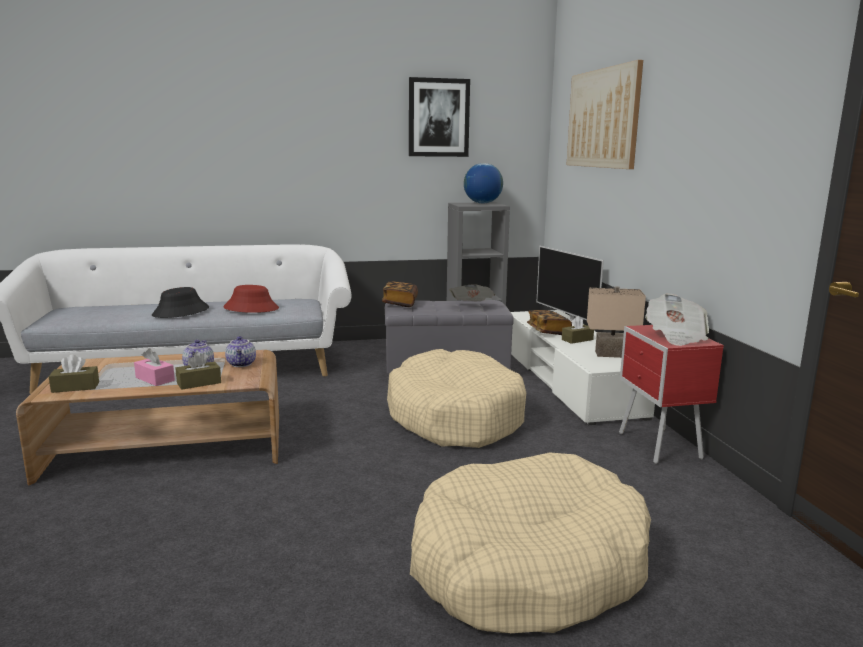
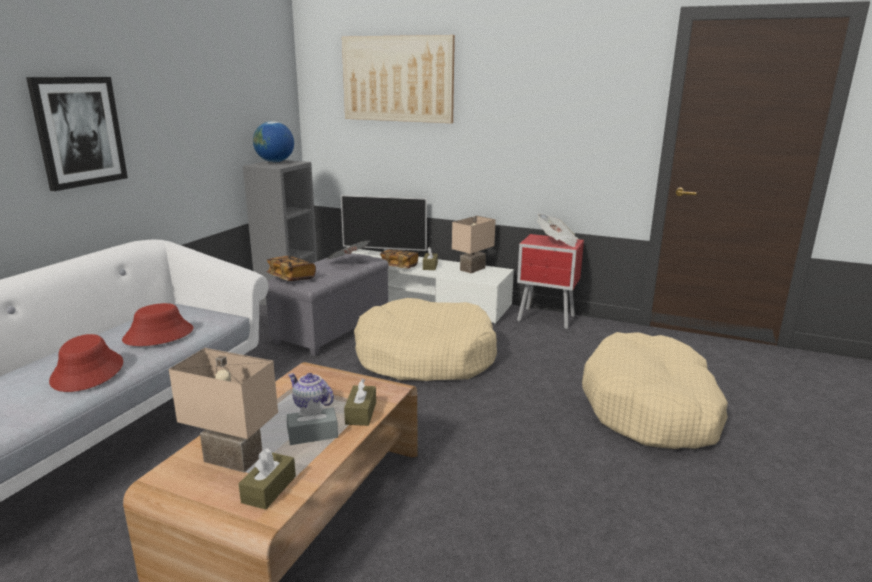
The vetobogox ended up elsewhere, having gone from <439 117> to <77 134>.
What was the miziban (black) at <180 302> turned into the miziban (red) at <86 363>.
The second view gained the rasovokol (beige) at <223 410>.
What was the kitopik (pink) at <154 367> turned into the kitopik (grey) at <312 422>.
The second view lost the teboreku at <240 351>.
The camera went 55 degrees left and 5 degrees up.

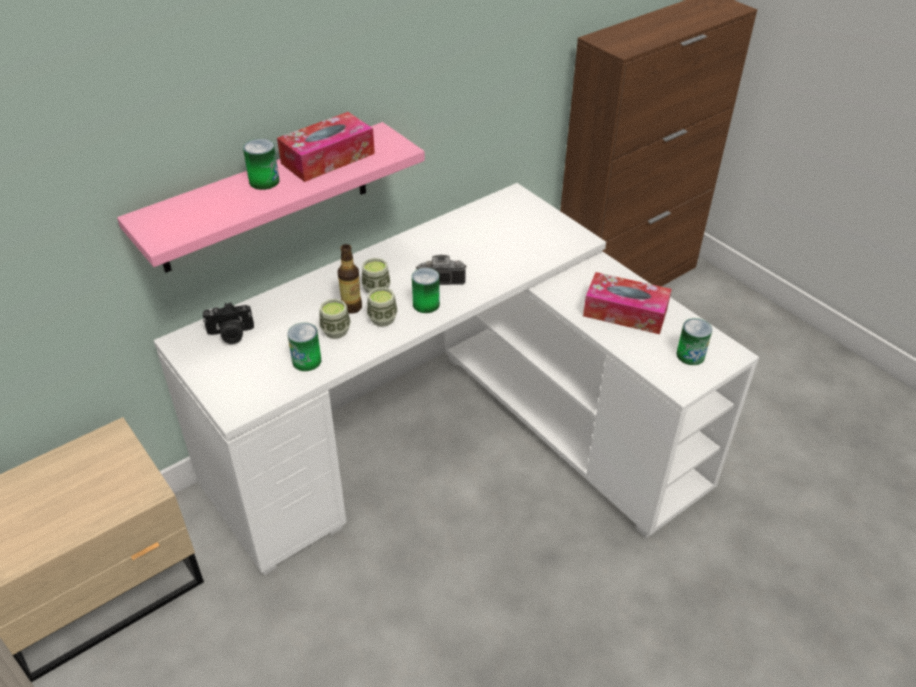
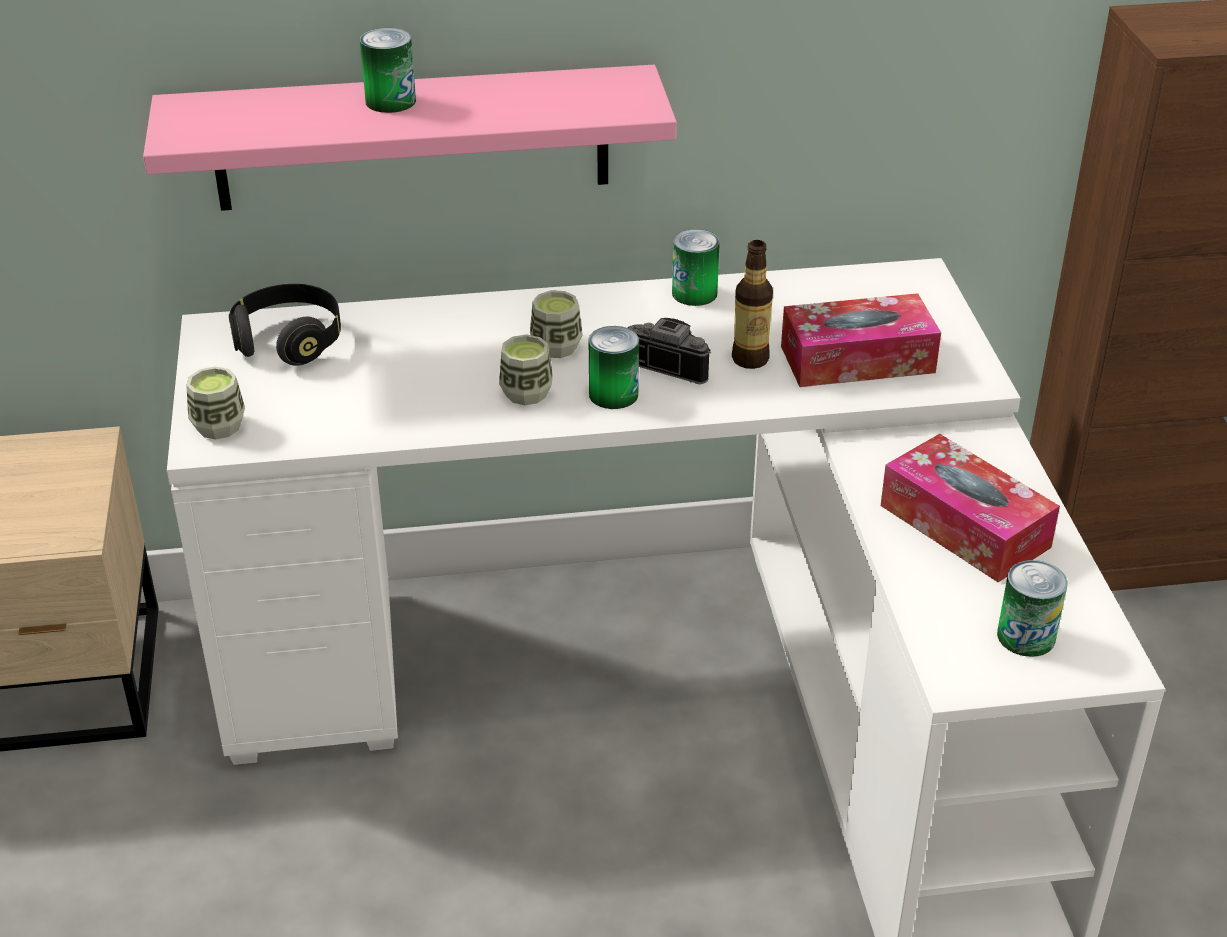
The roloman ended up elsewhere, having gone from <335 319> to <215 403>.
Where the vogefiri stood at <228 323>, the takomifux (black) came to stand at <285 325>.
The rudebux ended up elsewhere, having gone from <304 347> to <696 267>.
The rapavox ended up elsewhere, having gone from <349 279> to <752 304>.
The kitopik ended up elsewhere, having gone from <326 147> to <861 340>.
The camera went 30 degrees right and 5 degrees down.

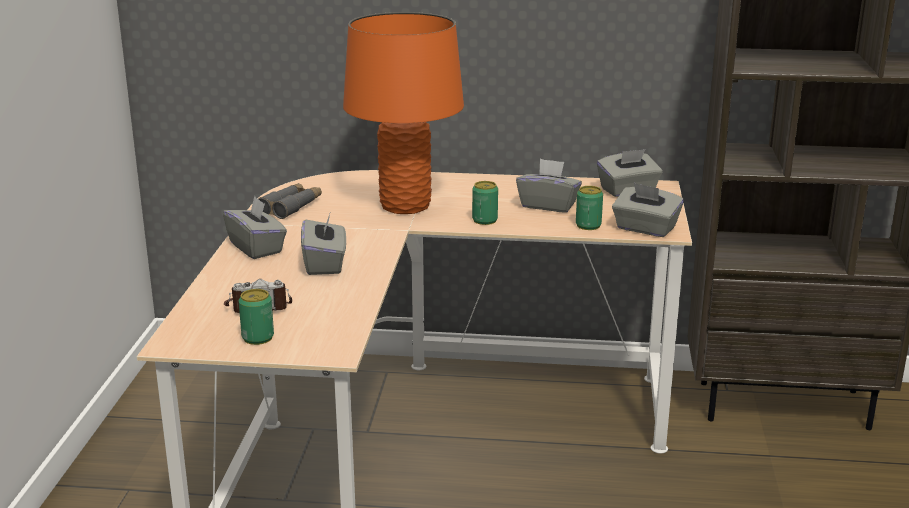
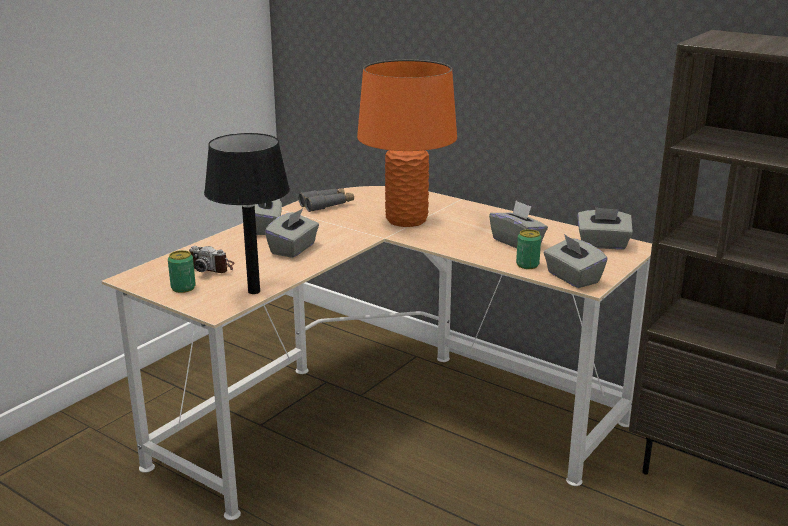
The second view gained the rasovokol (black) at <247 213>.
The second view lost the rudebux at <485 203>.
The camera went 30 degrees right and 0 degrees up.

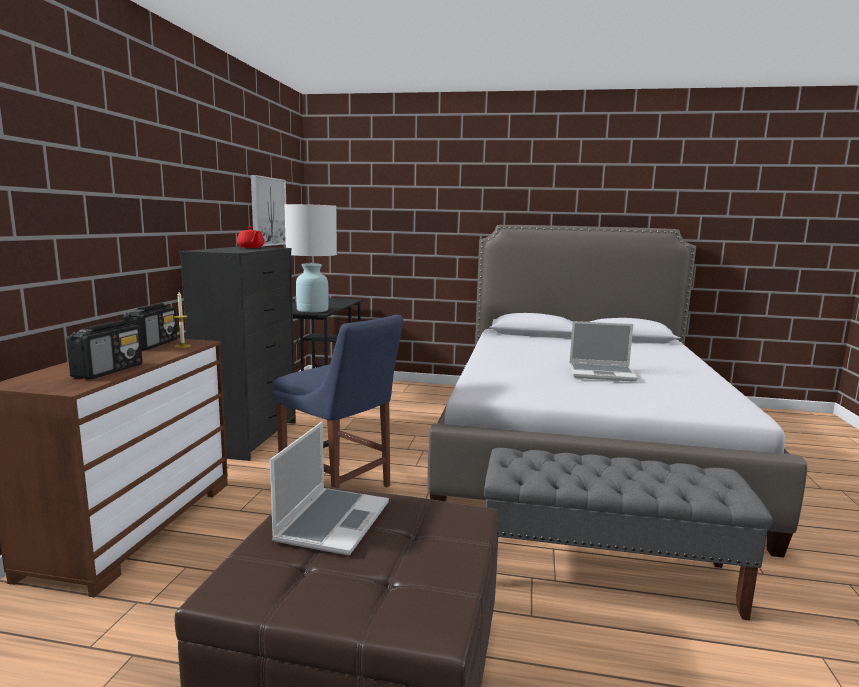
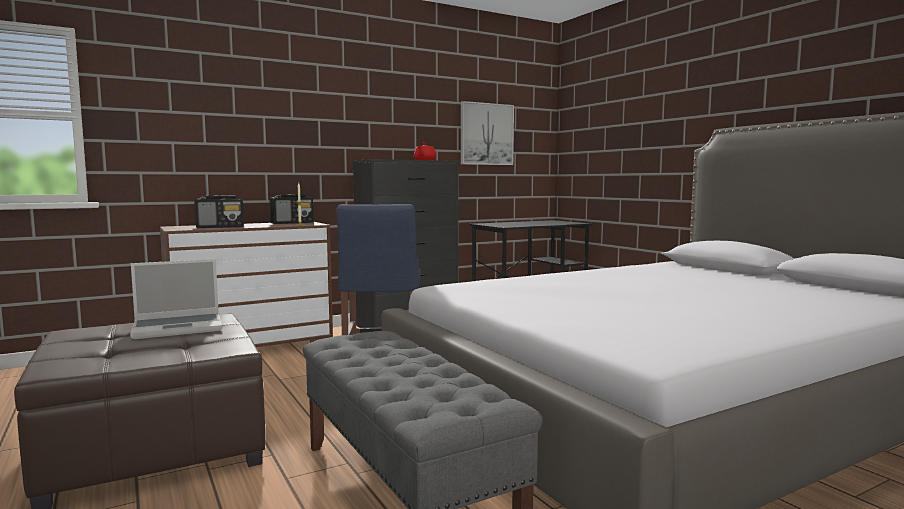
The second view lost the rasovokol (white) at <310 258>.
The second view lost the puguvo at <603 351>.
The camera went 50 degrees right and 5 degrees down.

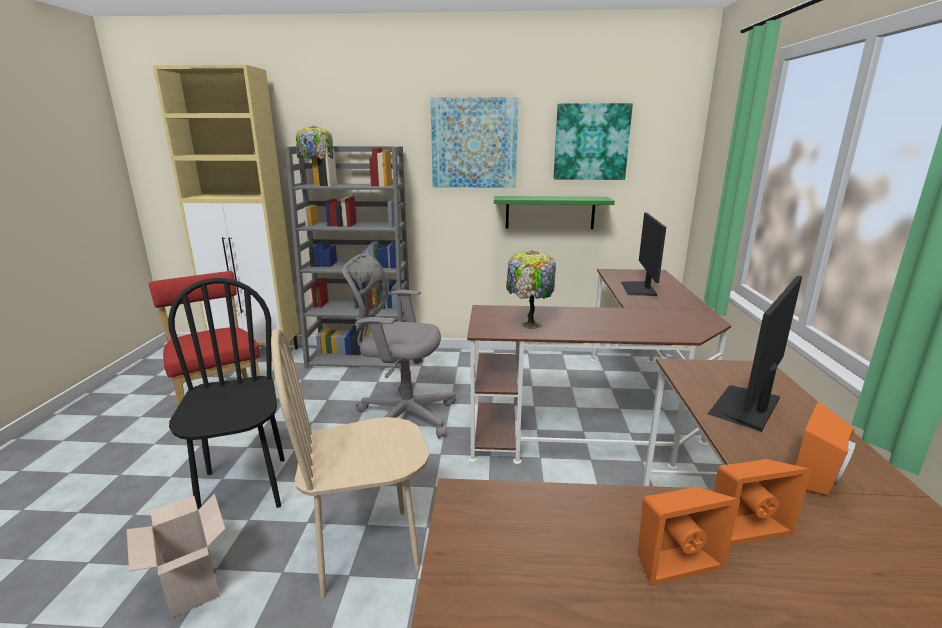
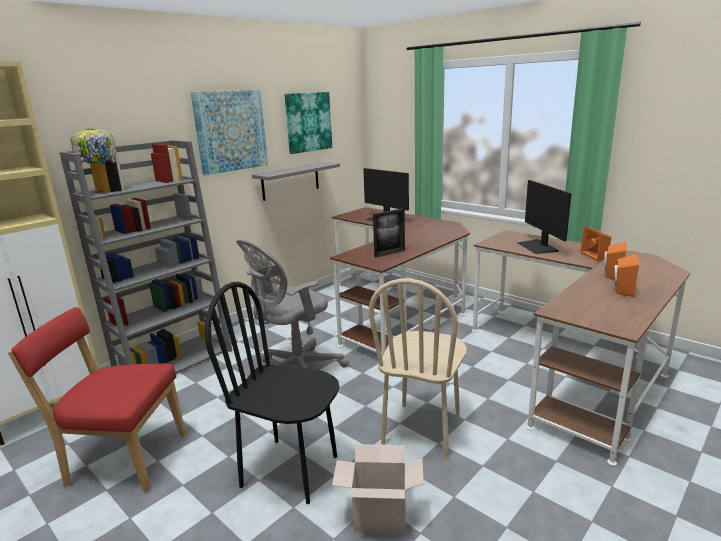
What was the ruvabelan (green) at <554 212> turned into the ruvabelan (grey) at <296 181>.
Where the rasovokol stood at <531 290>, the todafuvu came to stand at <389 232>.
The camera went 50 degrees left and 0 degrees up.

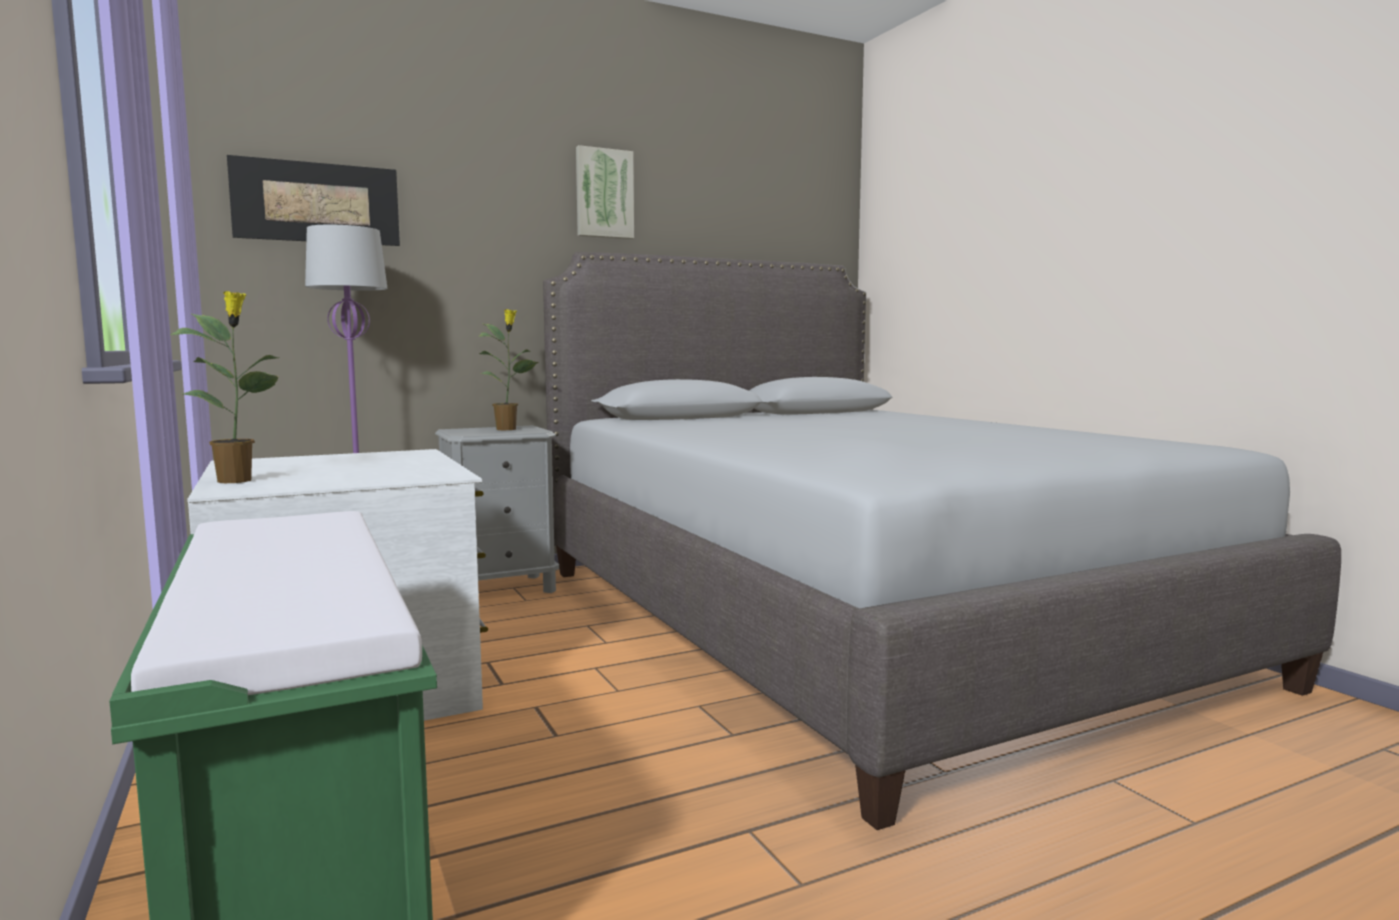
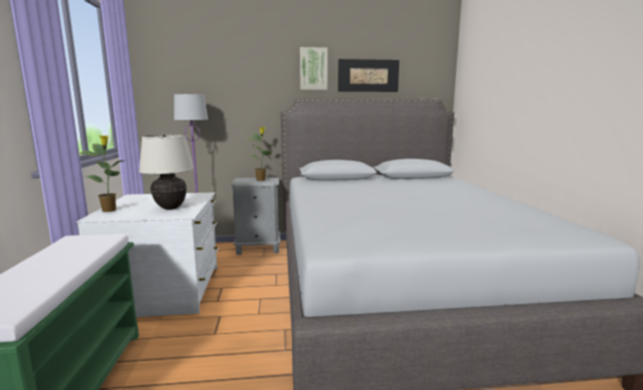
The second view gained the rasovokol (beige) at <167 172>.
The vetobogox ended up elsewhere, having gone from <313 200> to <368 75>.
The camera went 20 degrees right and 5 degrees up.

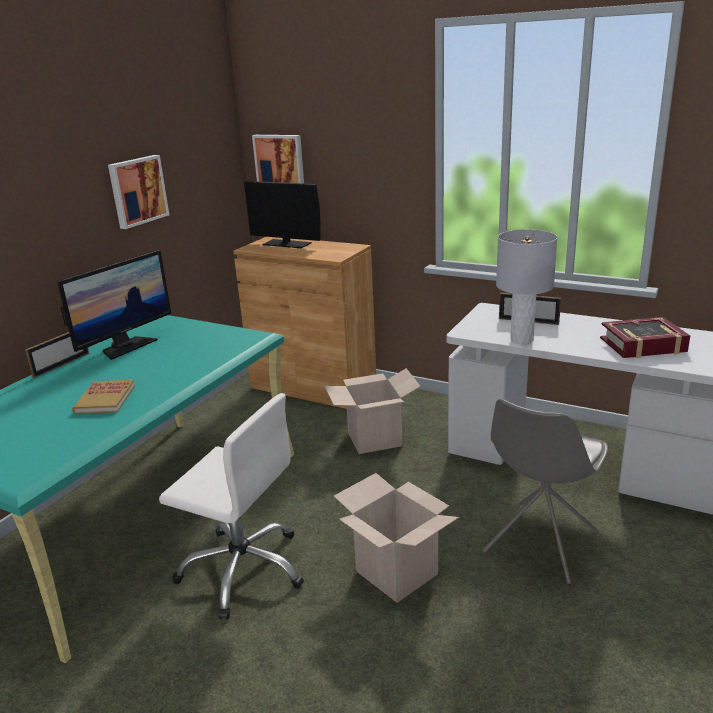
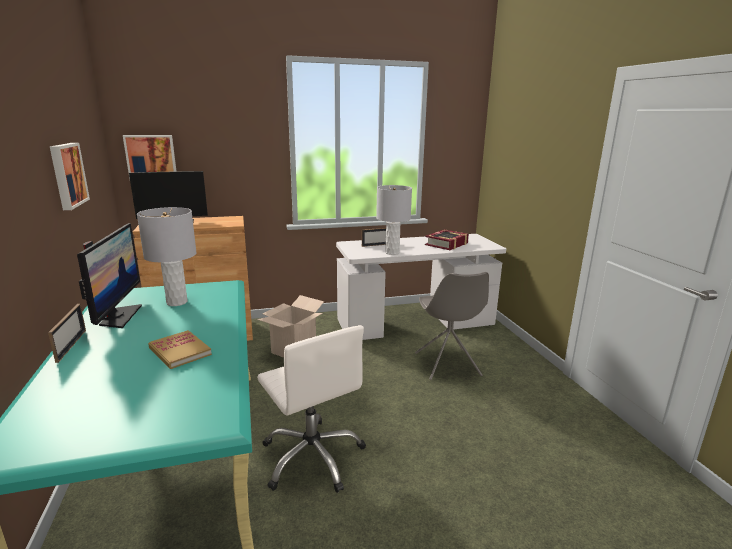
The second view gained the rasovokol (grey) at <167 256>.
The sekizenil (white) at <231 506> ended up facing another way, 75 degrees clockwise from before.
The second view lost the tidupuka at <396 538>.
The camera went 45 degrees left and 5 degrees down.

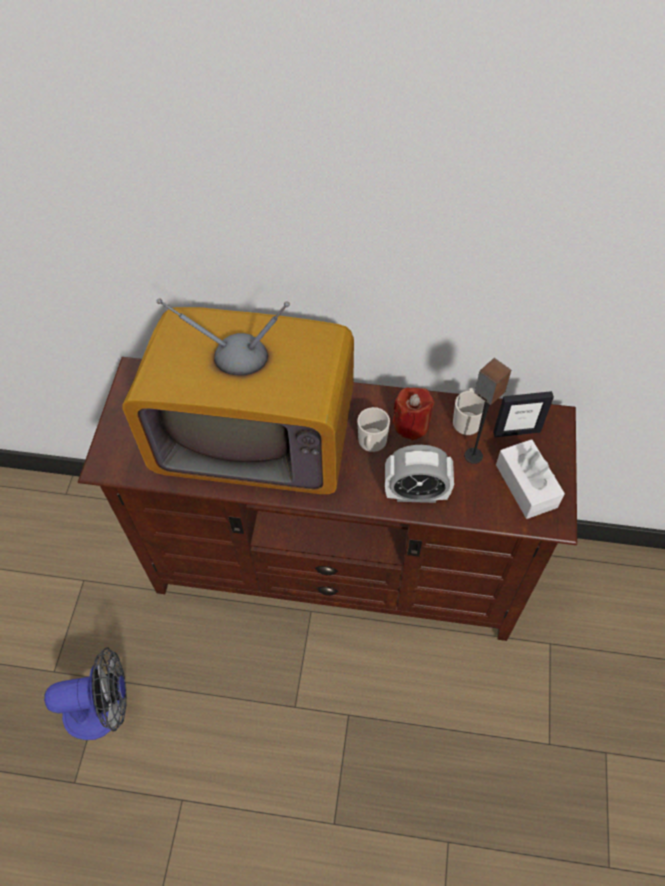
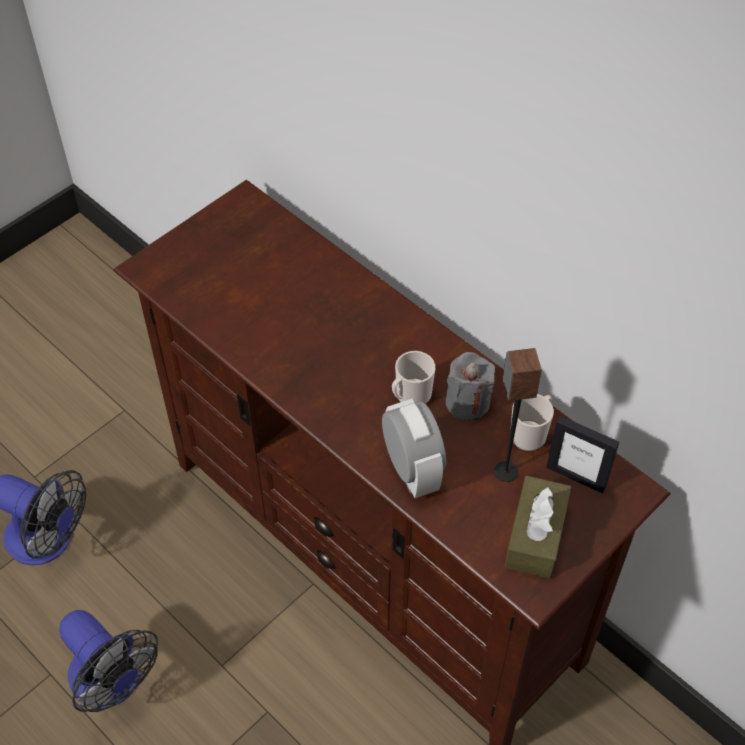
The second view gained the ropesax at <108 661>.
The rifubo at <419 474> ended up facing another way, 150 degrees counterclockwise from before.
What was the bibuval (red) at <413 413> turned into the bibuval (grey) at <470 386>.
What was the kitopik (white) at <530 479> turned into the kitopik (brown) at <538 527>.
The second view lost the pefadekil at <238 396>.
The camera went 35 degrees right and 5 degrees down.

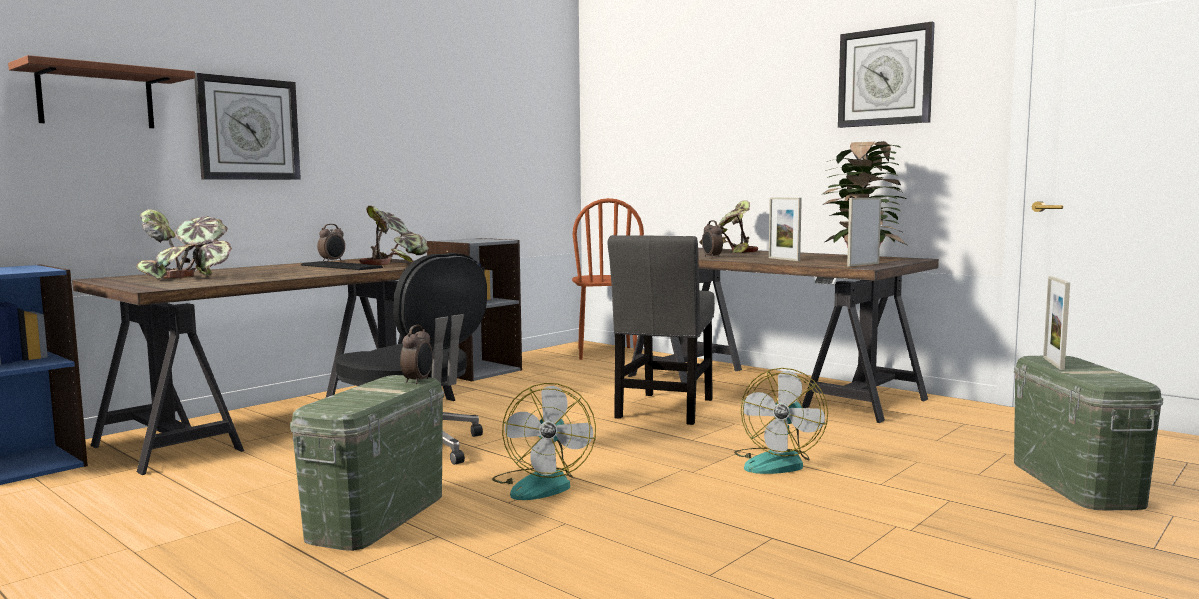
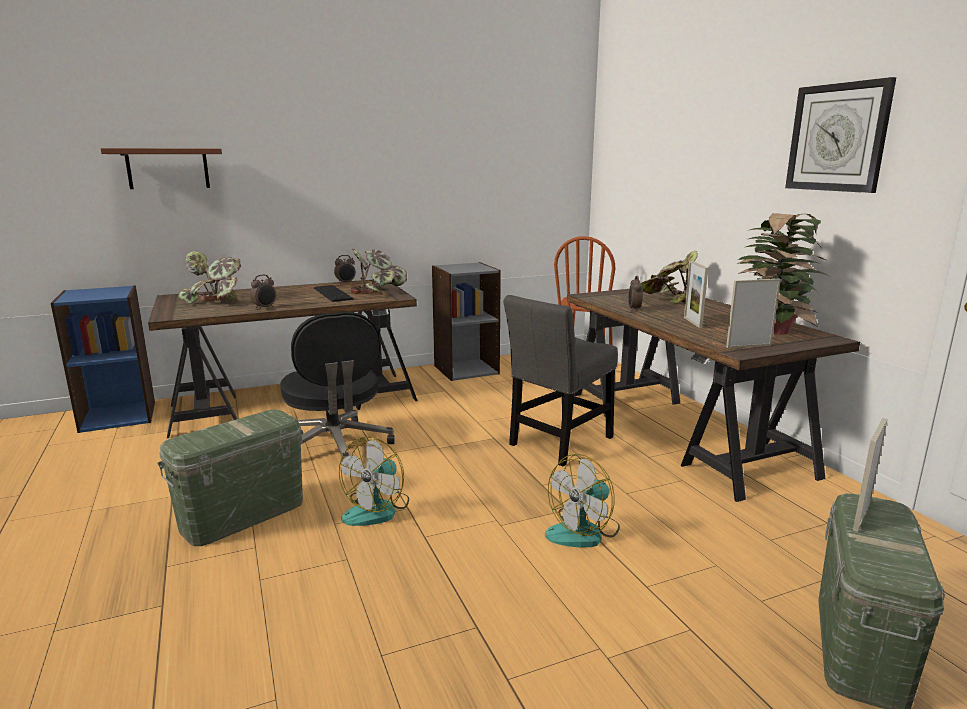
The rifubo ended up elsewhere, having gone from <416 354> to <263 292>.
The second view lost the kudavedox at <247 126>.
The camera went 25 degrees right and 10 degrees up.

